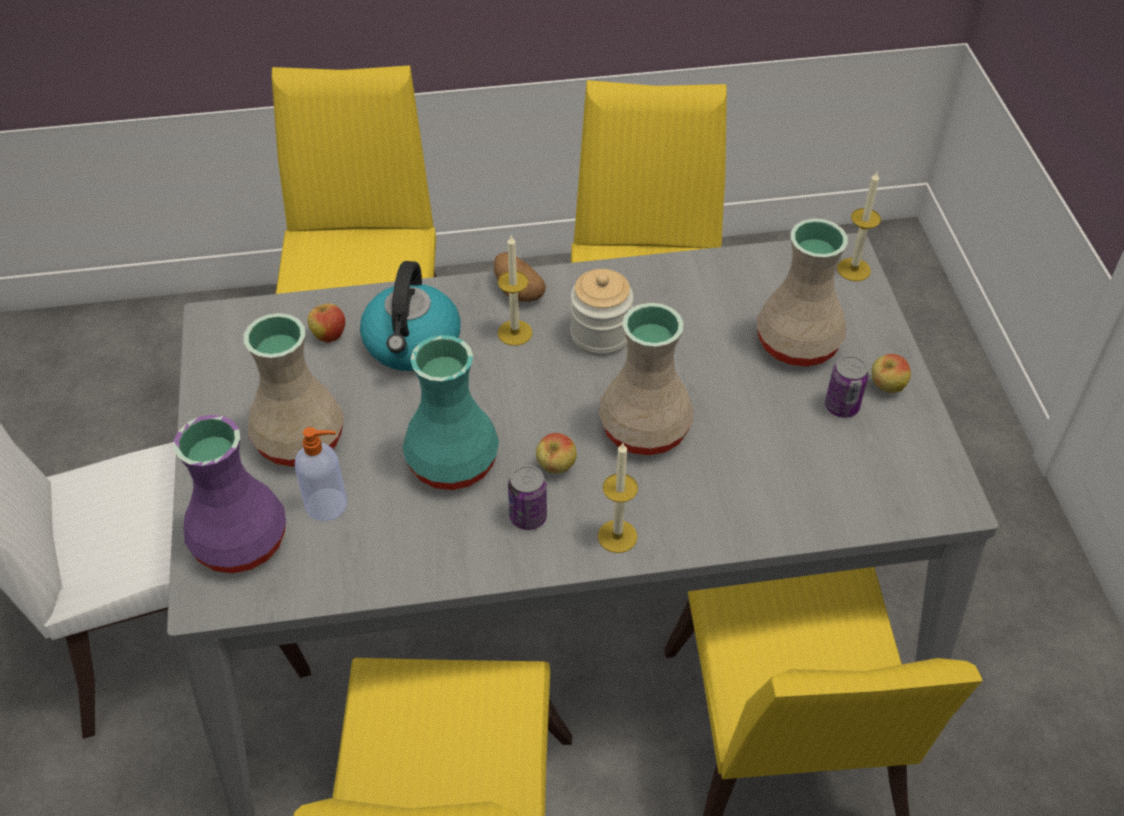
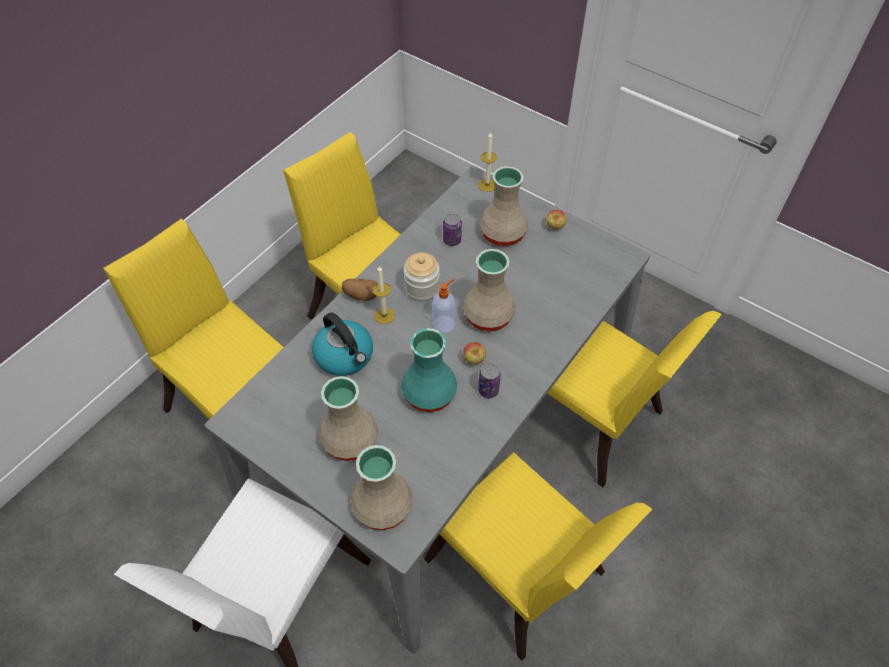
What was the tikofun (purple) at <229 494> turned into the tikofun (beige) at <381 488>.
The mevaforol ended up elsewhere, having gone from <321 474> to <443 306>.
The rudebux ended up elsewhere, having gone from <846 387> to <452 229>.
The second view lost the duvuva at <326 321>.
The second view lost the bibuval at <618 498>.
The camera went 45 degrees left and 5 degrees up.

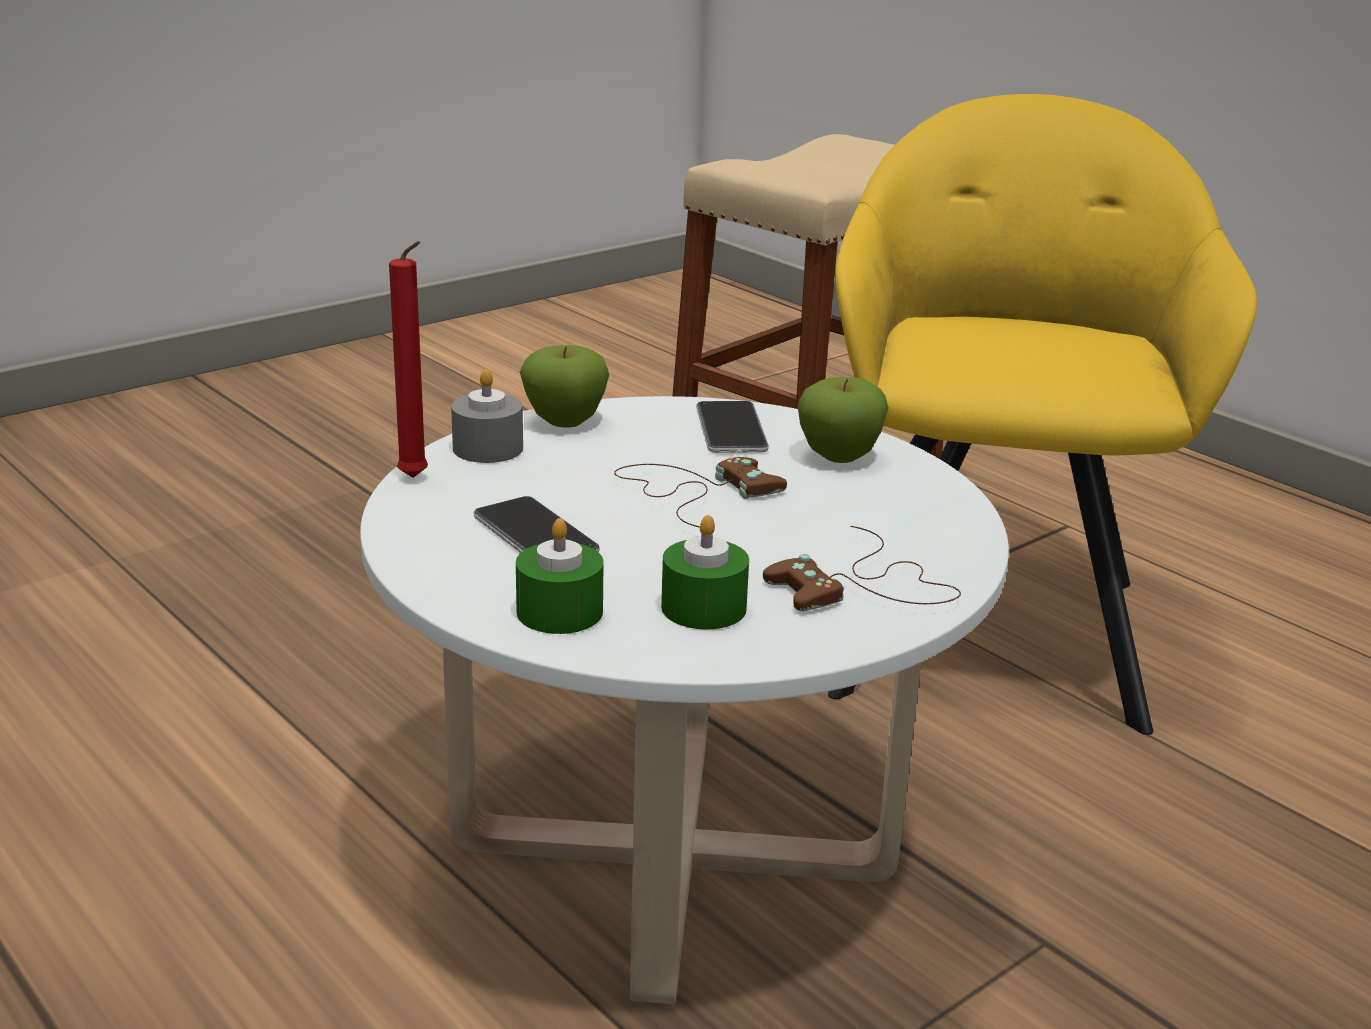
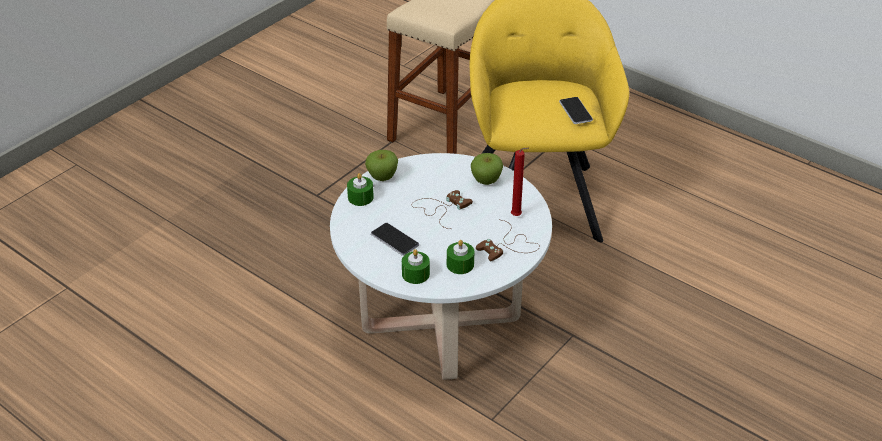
What was the bibuval (grey) at <487 416> turned into the bibuval (green) at <360 189>.
The bibuval (red) ended up elsewhere, having gone from <408 359> to <520 182>.
The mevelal ended up elsewhere, having gone from <732 427> to <576 110>.
The camera went 10 degrees left and 15 degrees up.

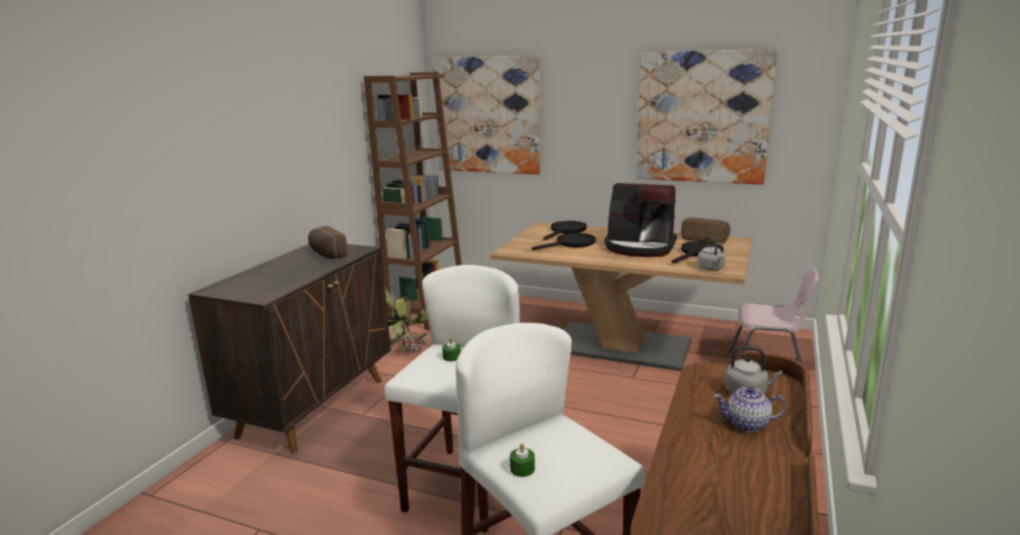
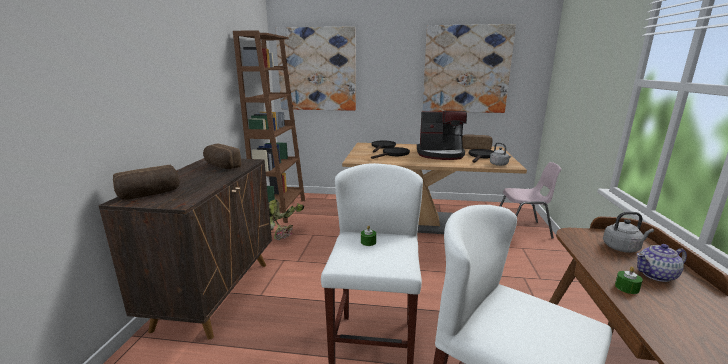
The second view gained the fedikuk at <146 182>.
The bibuval (green) ended up elsewhere, having gone from <522 460> to <629 280>.
The camera went 15 degrees left and 0 degrees up.

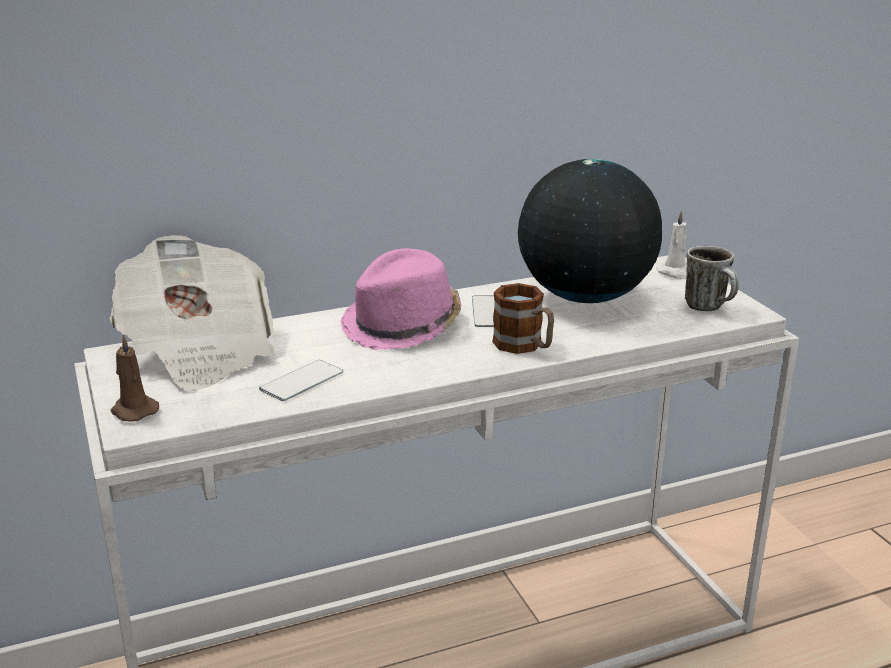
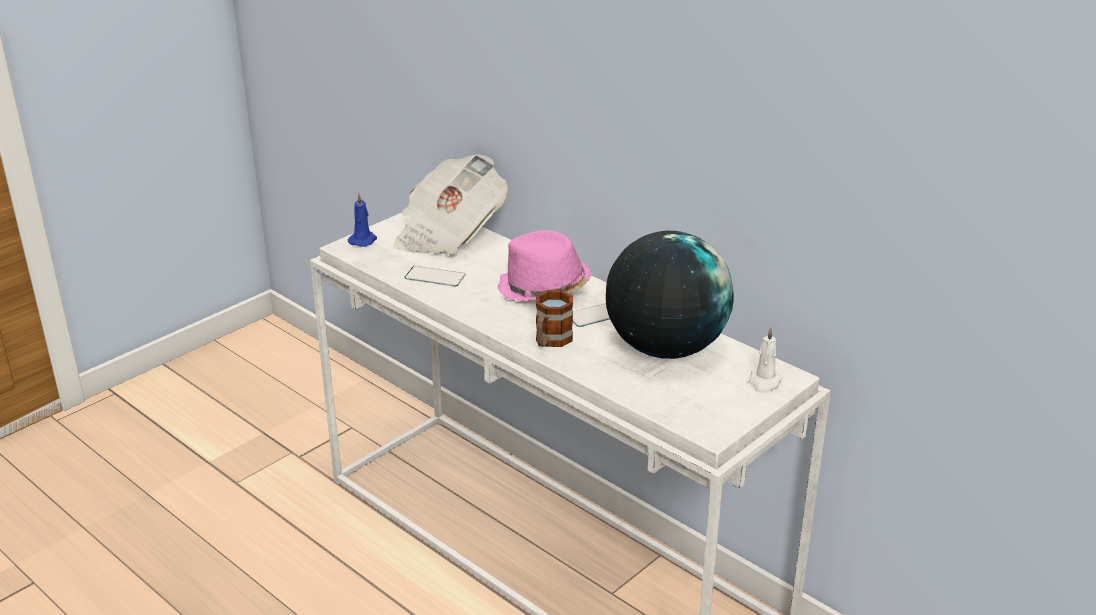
What was the bibuval (brown) at <135 378> turned into the bibuval (blue) at <362 220>.
The second view lost the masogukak at <712 279>.
The camera went 65 degrees right and 5 degrees up.

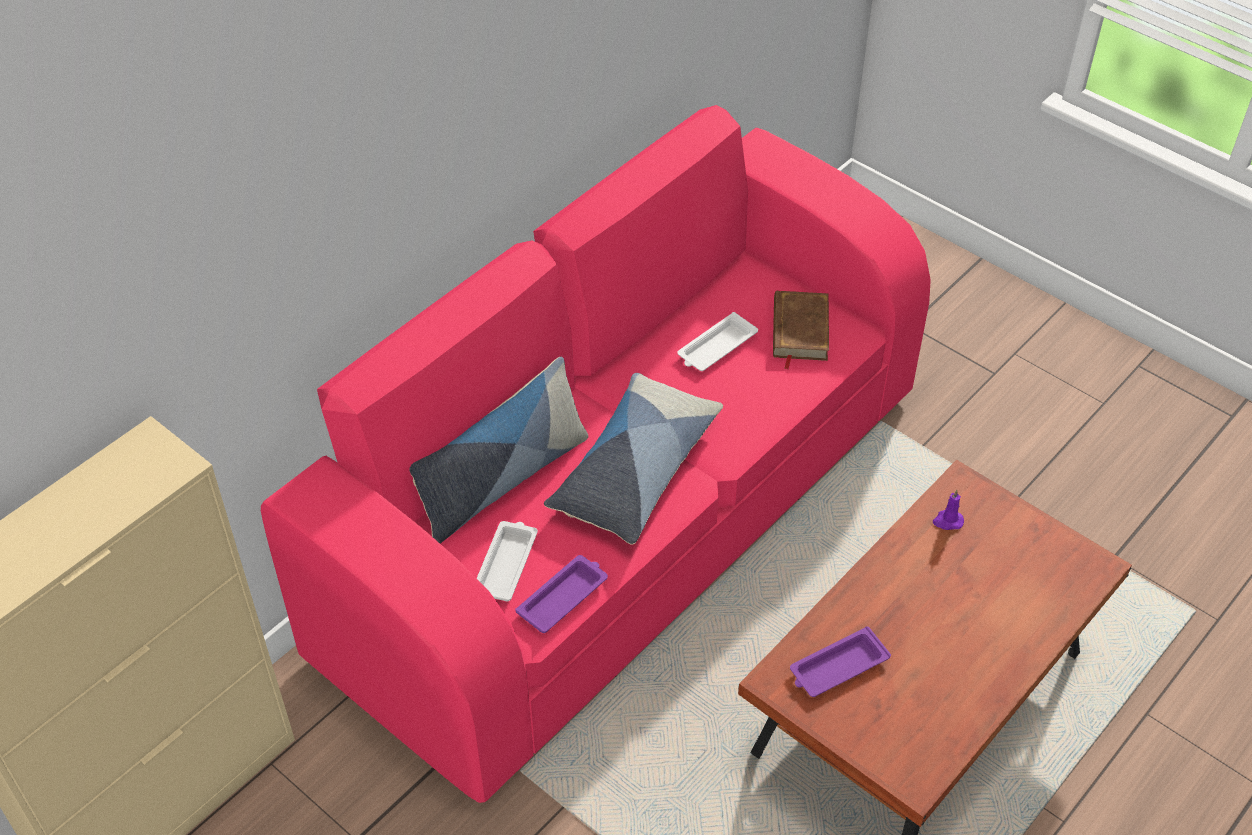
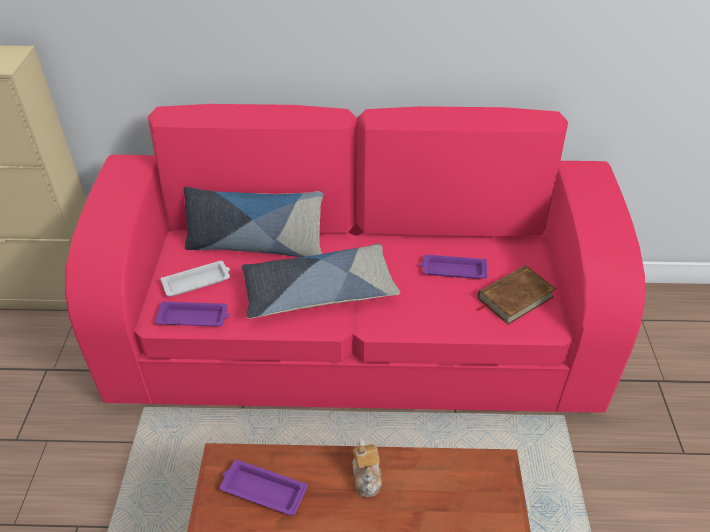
The second view gained the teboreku at <367 468>.
What was the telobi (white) at <717 341> turned into the telobi (purple) at <453 267>.
The second view lost the bibuval (purple) at <948 510>.
The camera went 50 degrees right and 5 degrees down.

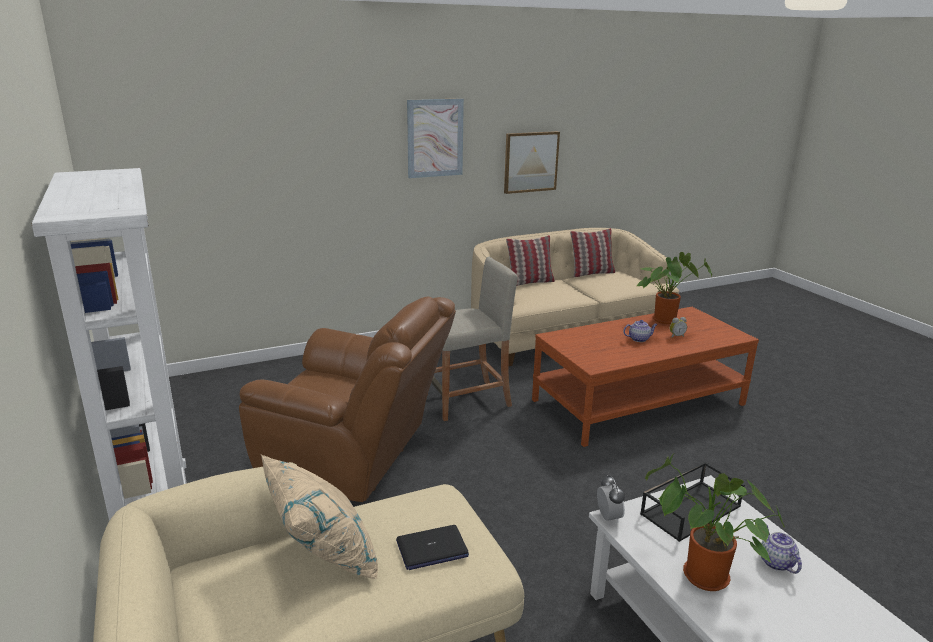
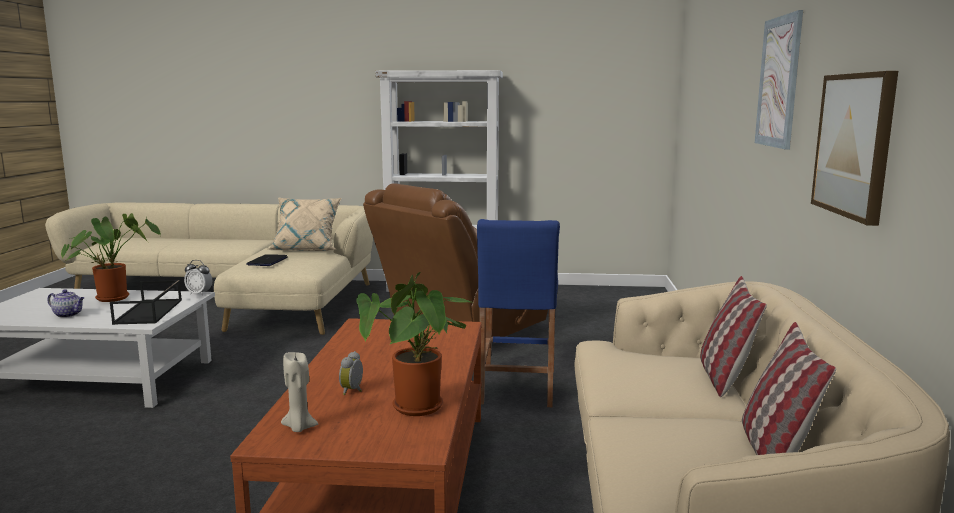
The second view gained the bibuval (beige) at <299 392>.
What was the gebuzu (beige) at <474 339> turned into the gebuzu (blue) at <518 313>.
The second view lost the teboreku at <640 331>.
The camera went 120 degrees right and 10 degrees down.

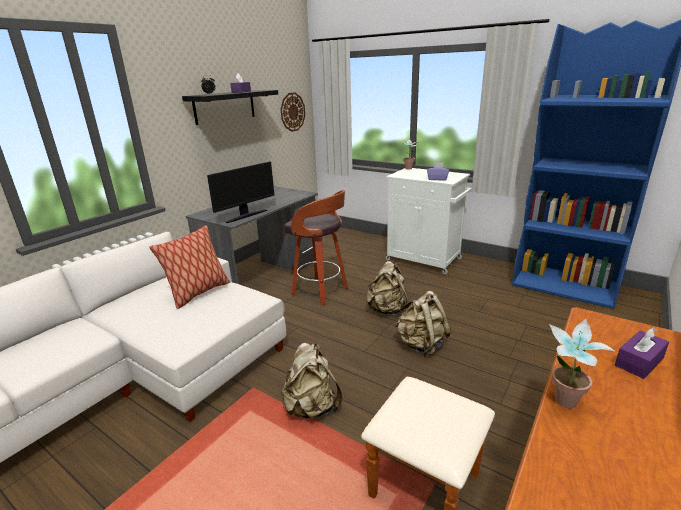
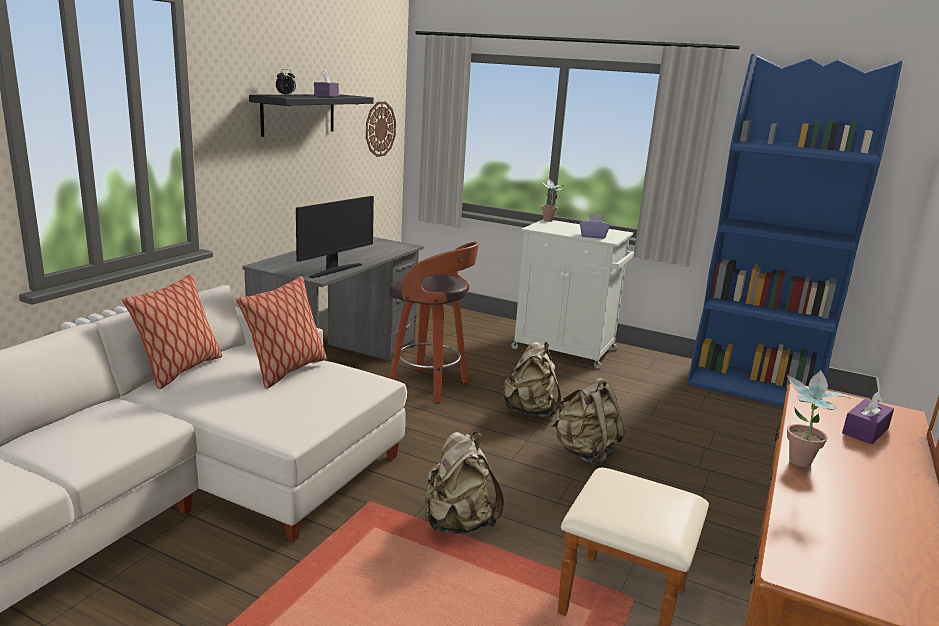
The second view gained the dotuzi at <172 331>.
The camera went 10 degrees left and 5 degrees down.

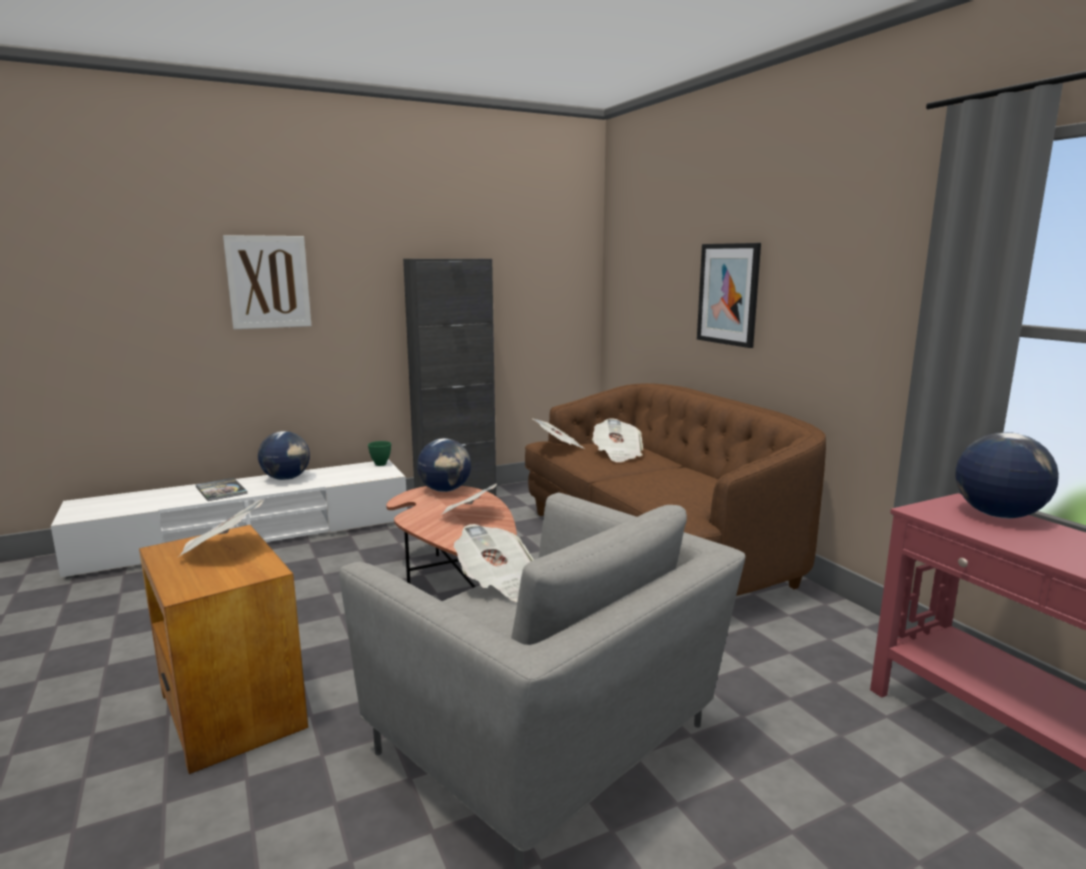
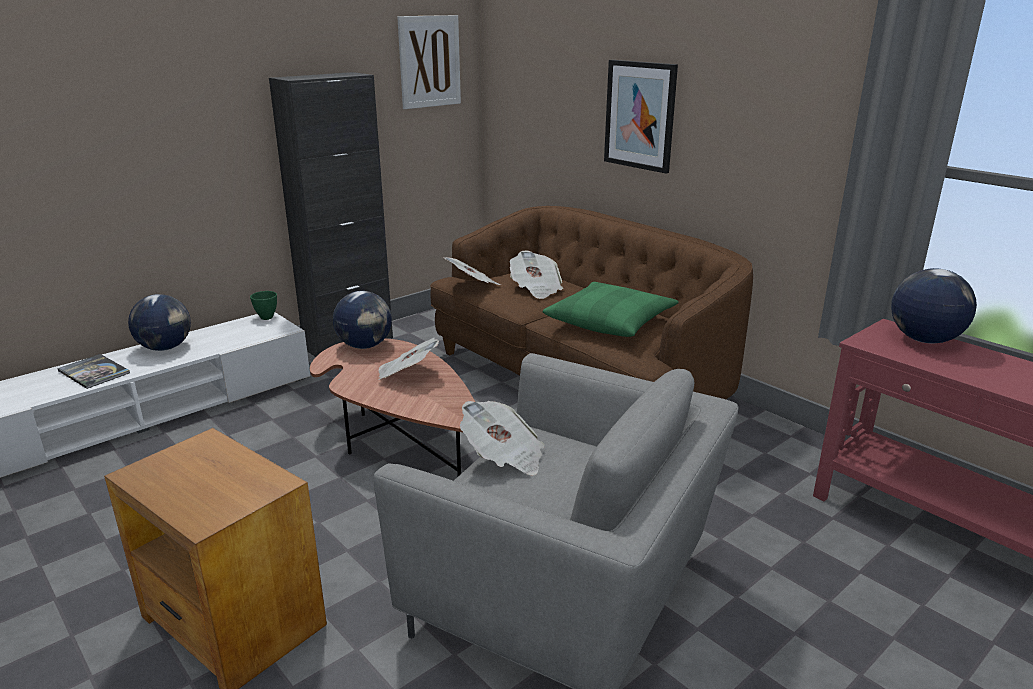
The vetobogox ended up elsewhere, having gone from <267 282> to <429 62>.
The second view gained the dotuzi (green) at <611 309>.
The second view lost the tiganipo at <221 528>.
The camera went 15 degrees left and 10 degrees up.

